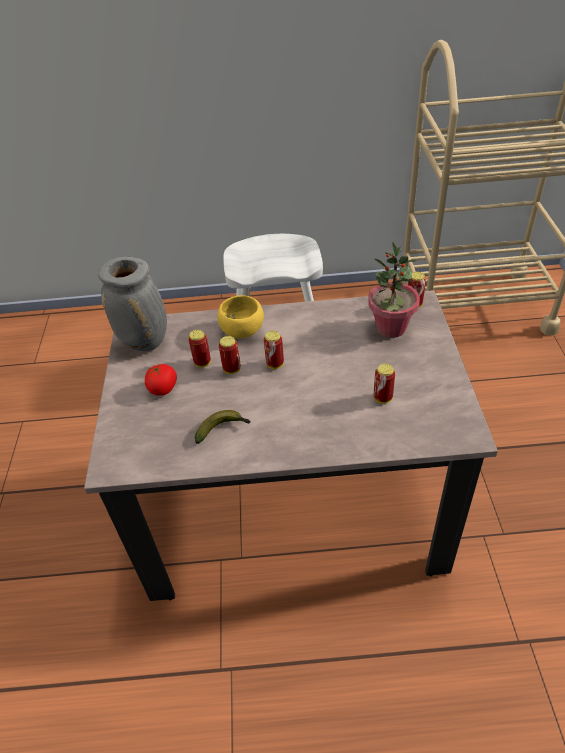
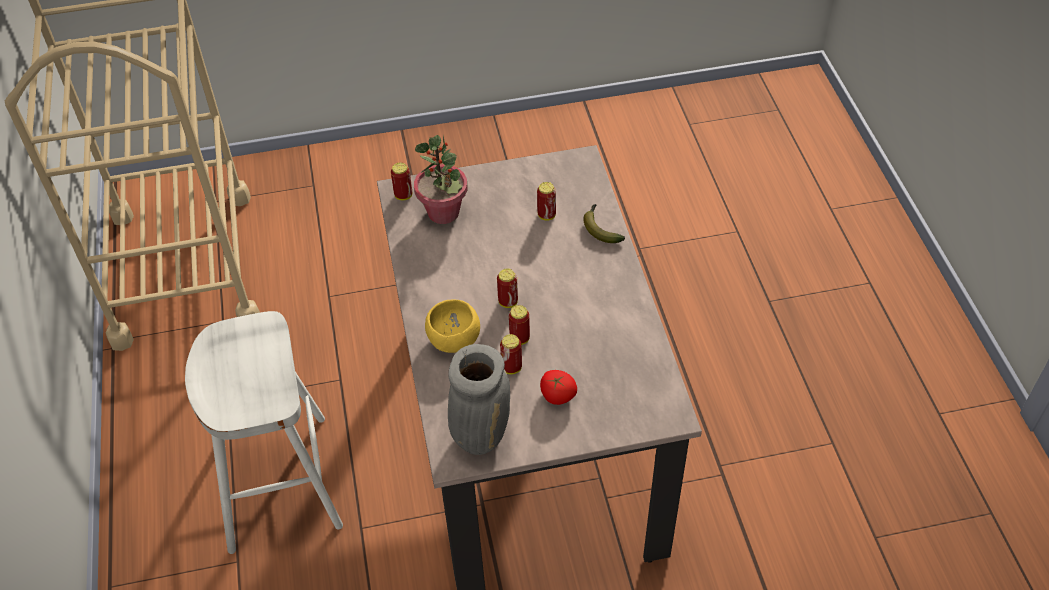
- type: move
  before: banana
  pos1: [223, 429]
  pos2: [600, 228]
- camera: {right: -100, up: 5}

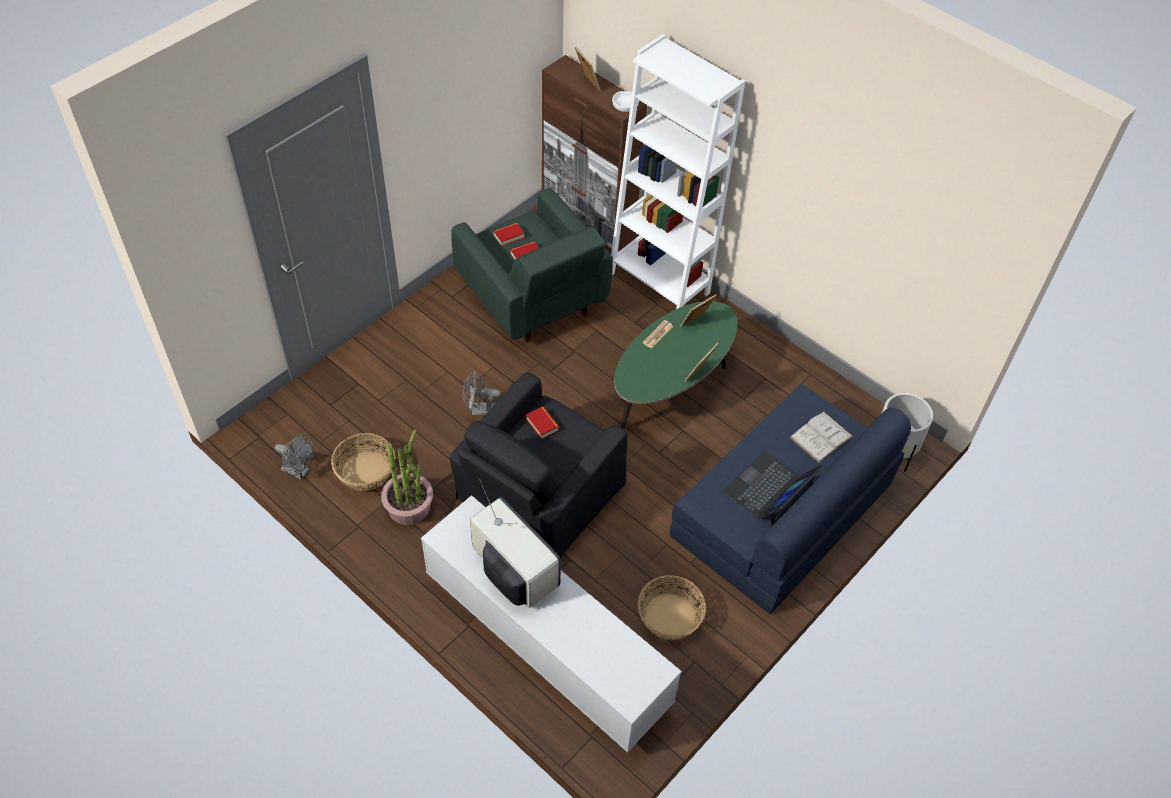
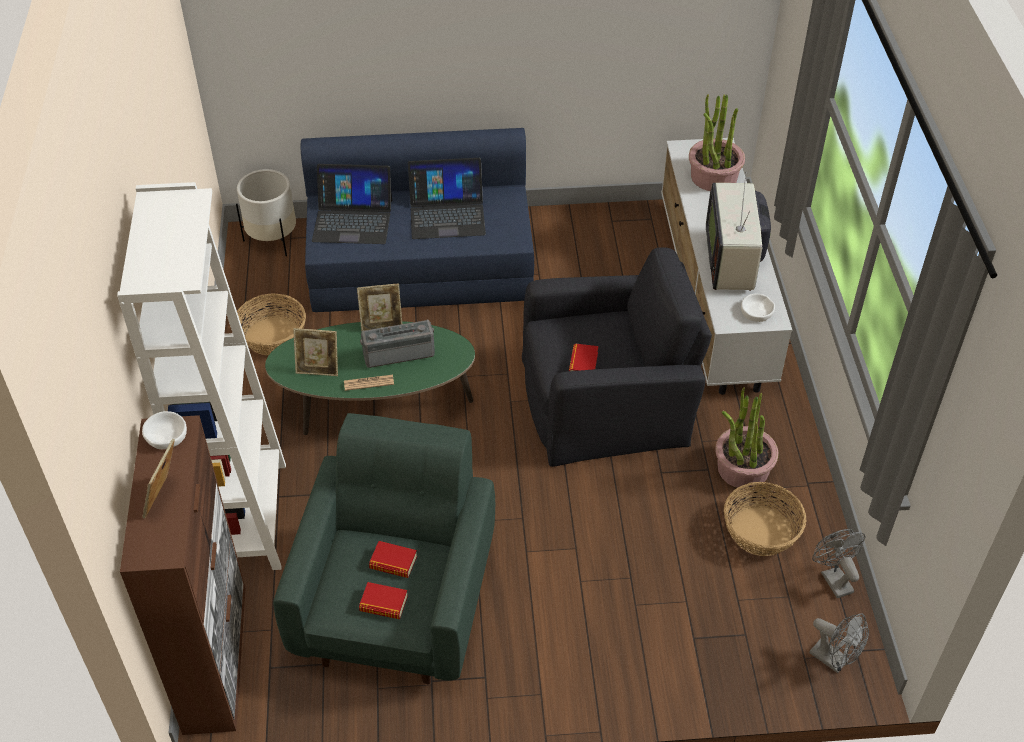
- type: insert
  after: radio
  pos2: [398, 352]
- type: insert
  after: potted plant
  pos2: [713, 177]
- type: insert
  after: bowl/white
  pos2: [757, 311]
- type: move
  before: fan/grey
  pos1: [479, 410]
  pos2: [834, 660]
- type: move
  before: basket
  pos1: [669, 616]
  pos2: [273, 336]
- type: replace
  before: book/white
  after: laptop
  pos1: [821, 437]
  pos2: [353, 220]
- camera: {right: -135, up: -5}

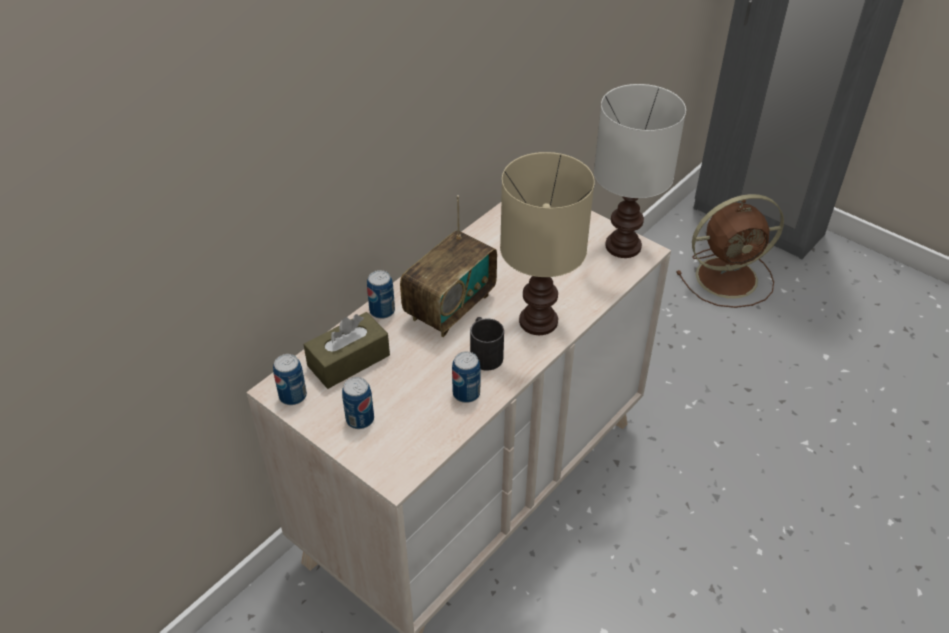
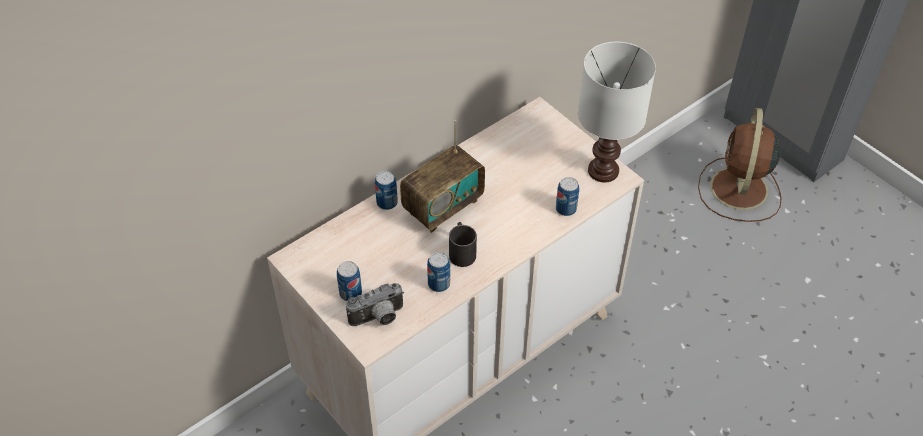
- type: delete
  before: tissue box/brown
  pos1: [348, 360]
- type: delete
  before: table lamp/beige
  pos1: [537, 320]
- type: insert
  after: photo camera
  pos2: [378, 318]
- type: move
  before: can
  pos1: [293, 396]
  pos2: [566, 209]
- type: rotate
  before: fan/brown
  pos1: [729, 277]
  pos2: [738, 190]
  turn: 105
- camera: {right: 10, up: 5}

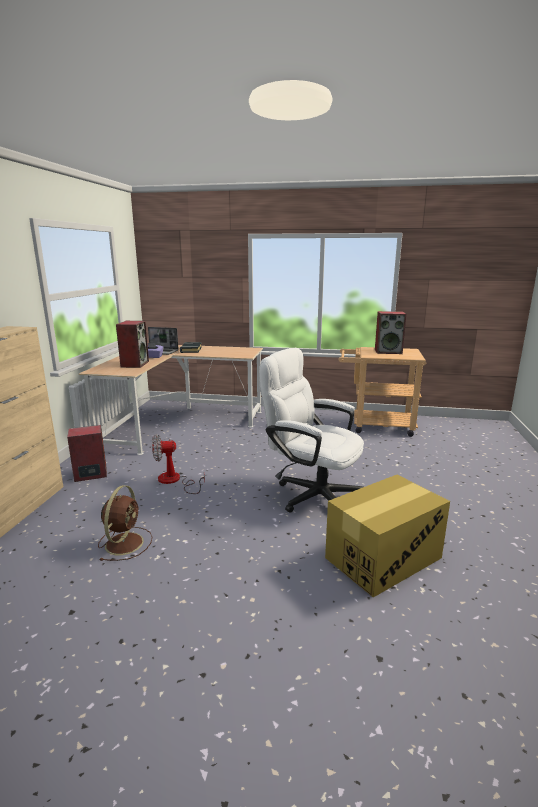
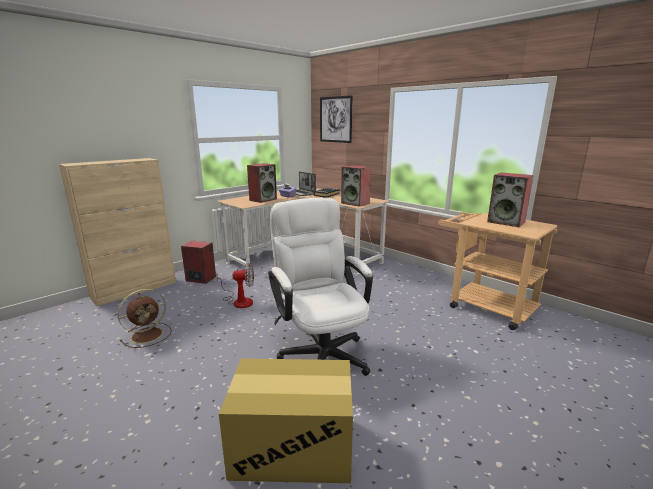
- type: insert
  after: picture
  pos2: [335, 119]
- type: insert
  after: speaker
  pos2: [355, 203]
- type: rotate
  before: fan
  pos1: [174, 481]
  pos2: [239, 301]
  turn: 150
- camera: {right: 35, up: 0}

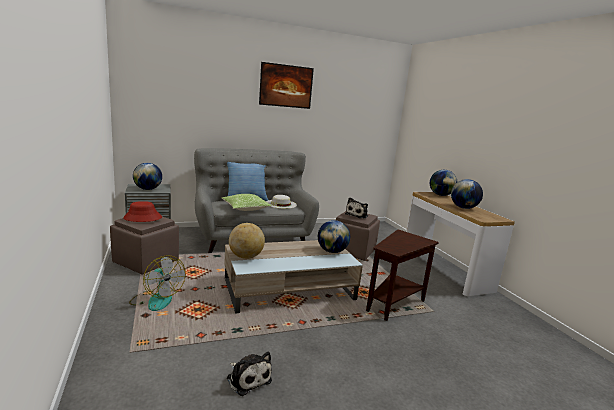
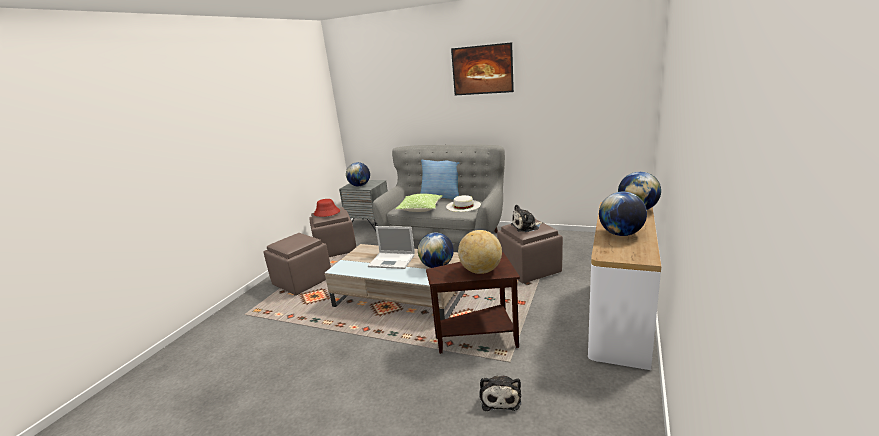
- type: insert
  after: laptop
  pos2: [393, 260]
- type: move
  before: plush toy
  pos1: [248, 378]
  pos2: [500, 397]
- type: move
  before: globe
  pos1: [246, 257]
  pos2: [481, 271]
- type: replace
  before: fan
  after: ottoman/brown
  pos1: [156, 299]
  pos2: [303, 281]
- camera: {right: 45, up: 5}

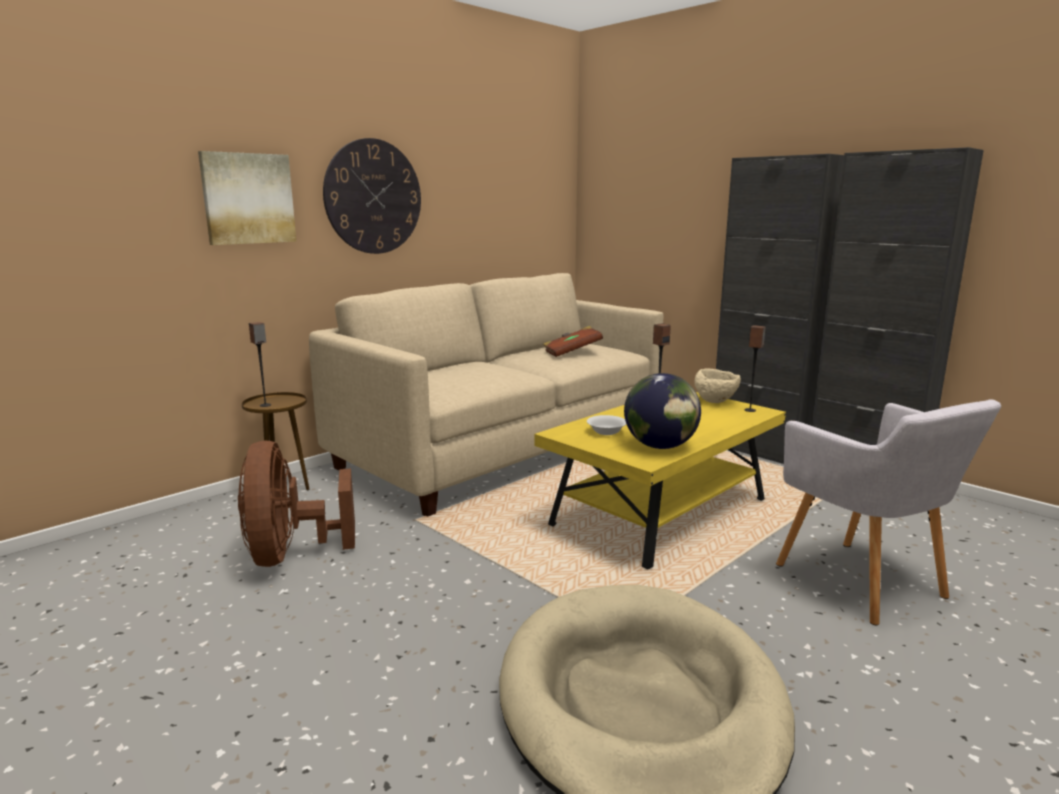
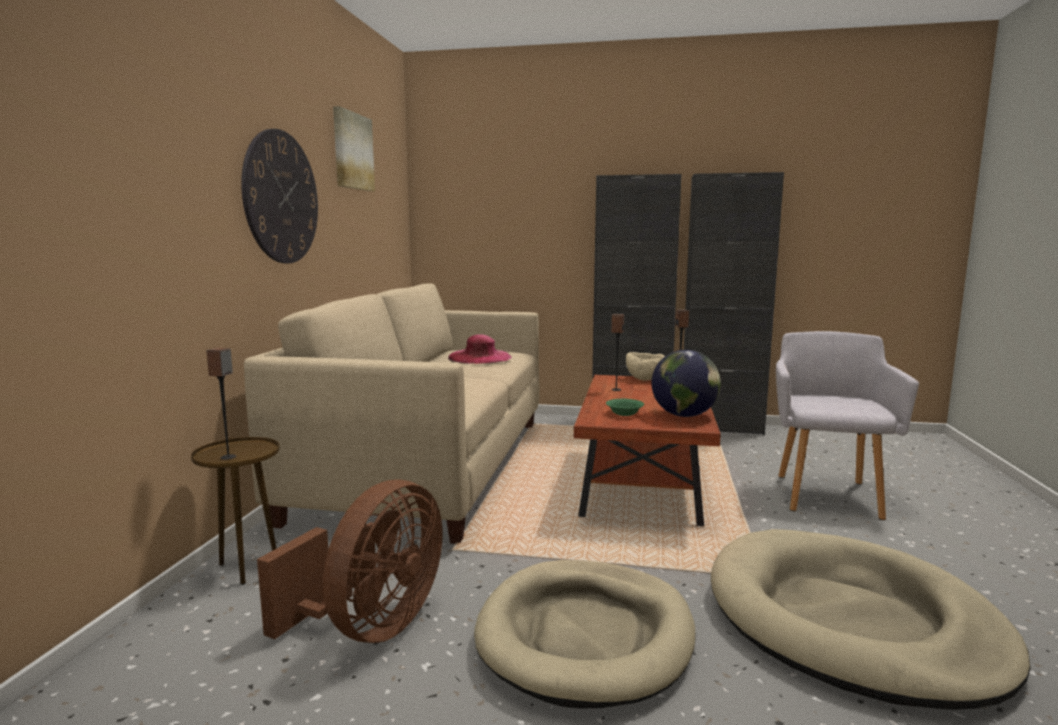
- type: insert
  after: dog bed/beige
  pos2: [586, 636]
- type: move
  before: picture
  pos1: [248, 198]
  pos2: [352, 151]
- type: replace
  before: book/brown
  after: hat/pink
  pos1: [572, 353]
  pos2: [479, 357]
- type: recolor
  before: coffee table/yellow
  after: coffee table/brown
  pos1: [660, 514]
  pos2: [642, 484]
- type: recolor
  before: bowl/white
  after: bowl/green
  pos1: [607, 432]
  pos2: [625, 413]
- type: rotate
  before: fan/brown
  pos1: [291, 554]
  pos2: [371, 627]
  turn: -105
- type: rotate
  before: armchair/grey
  pos1: [865, 584]
  pos2: [827, 493]
  turn: -105
- camera: {right: -35, up: -5}

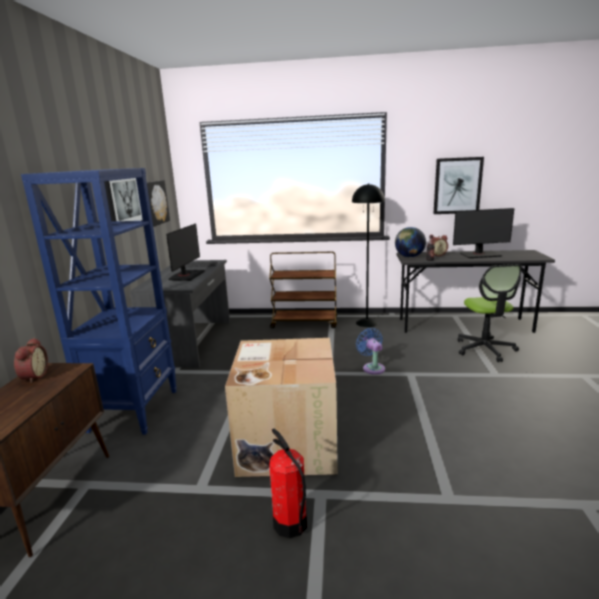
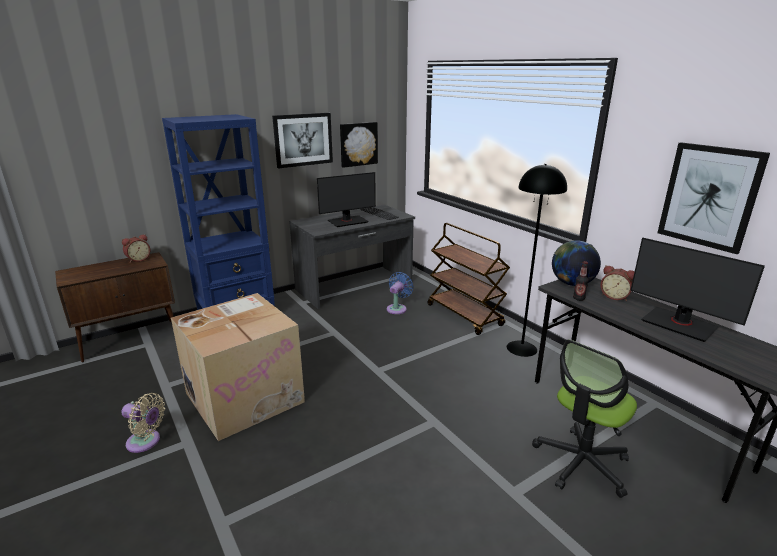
- type: move
  before: fan/blue
  pos1: [372, 367]
  pos2: [397, 308]
- type: replace
  before: fire extinguisher
  after: fan/beige
  pos1: [290, 524]
  pos2: [146, 442]
- camera: {right: 50, up: 5}

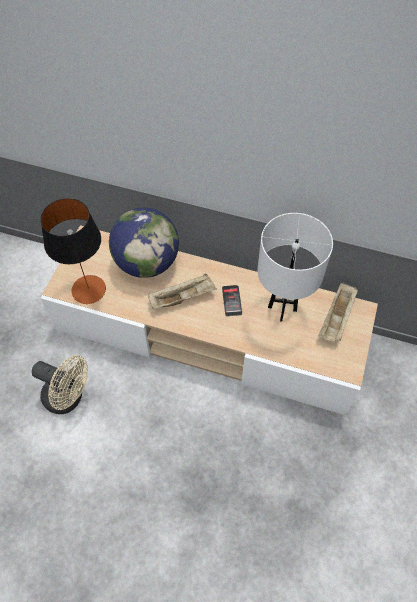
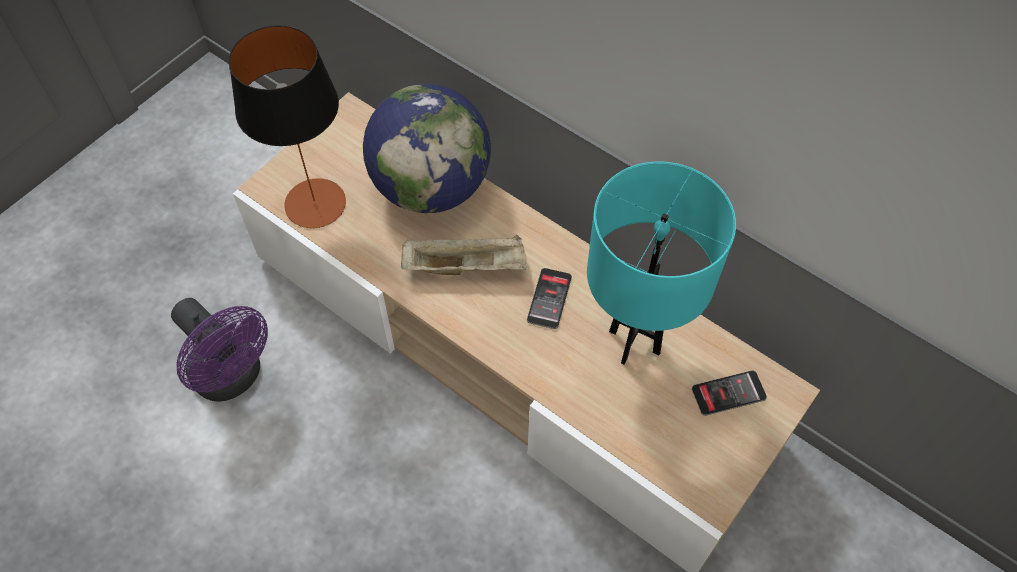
- type: replace
  before: tray/beige
  after: phone
  pos1: [336, 319]
  pos2: [728, 393]
- type: recolor
  before: fan/beige
  after: fan/purple
  pos1: [69, 398]
  pos2: [233, 377]
- type: recolor
  before: table lamp/white
  after: table lamp/turquoise
  pos1: [282, 309]
  pos2: [634, 342]
- camera: {right: 20, up: 0}

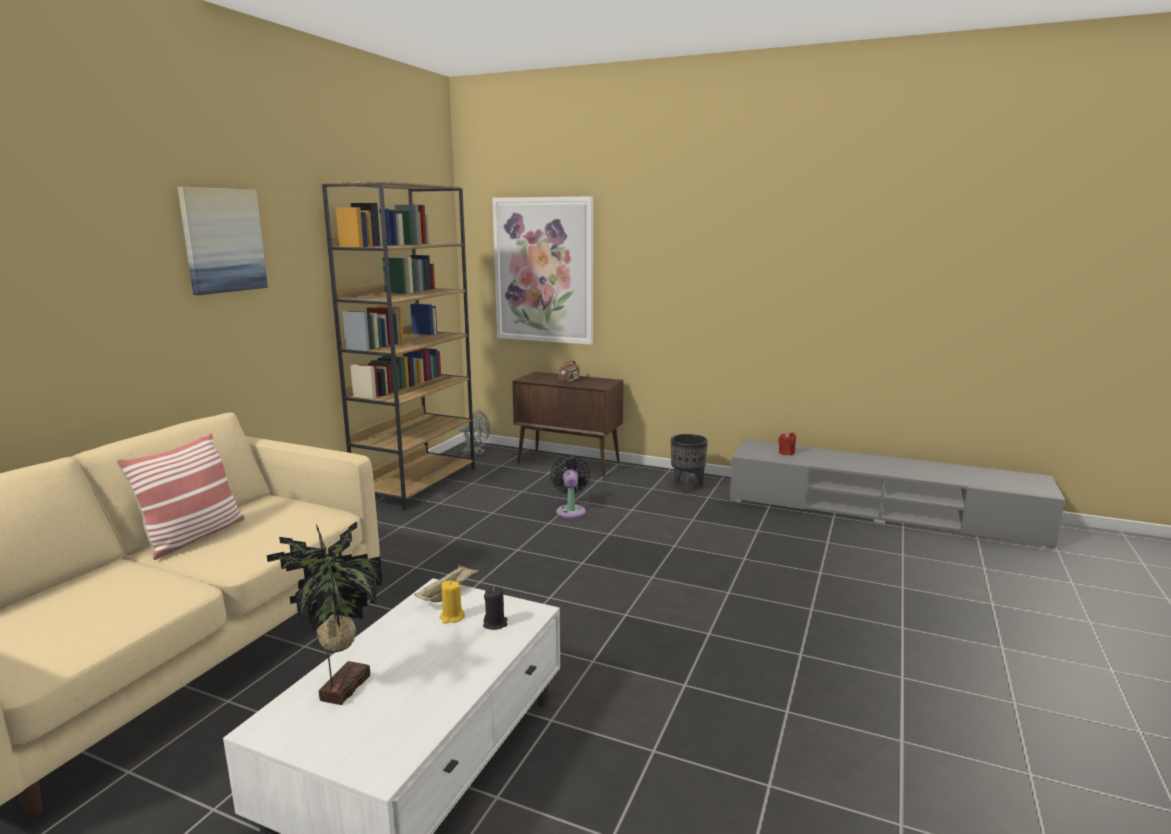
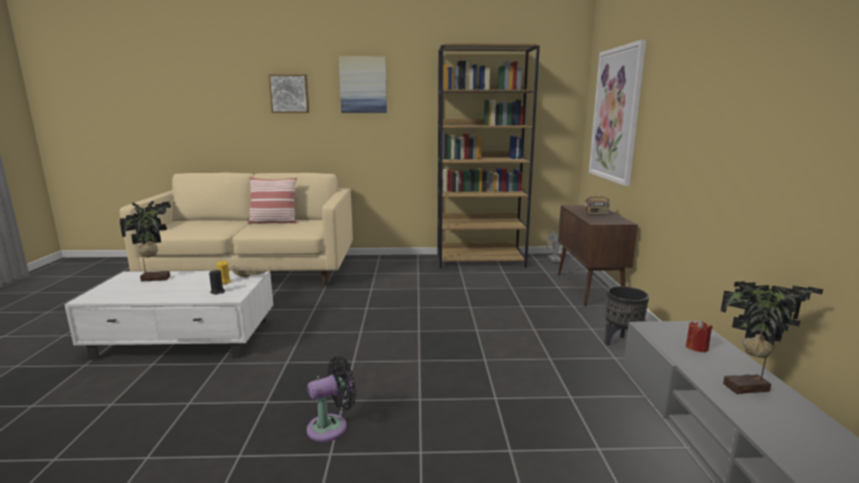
- type: insert
  after: picture
  pos2: [289, 94]
- type: insert
  after: potted plant
  pos2: [749, 389]
- type: move
  before: fan/black
  pos1: [571, 510]
  pos2: [331, 427]
- camera: {right: 65, up: 0}

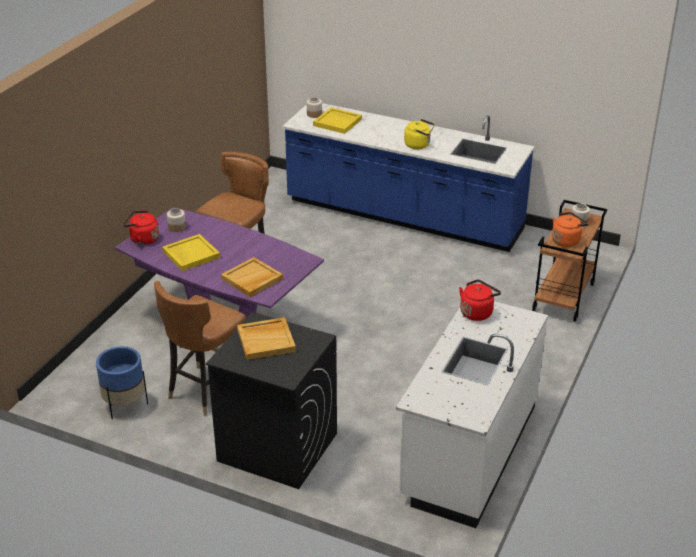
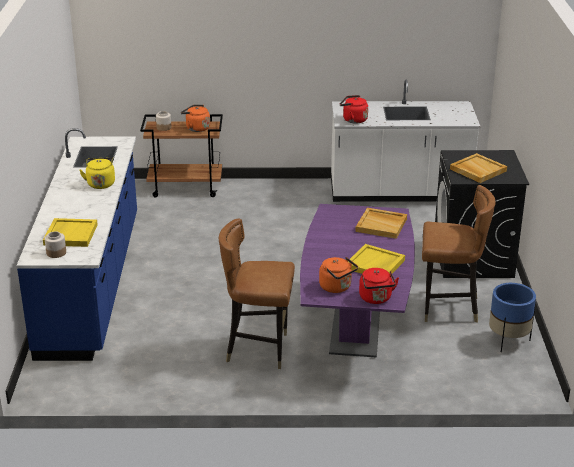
- type: replace
  before: jar
  after: kettle/orange
  pos1: [176, 227]
  pos2: [337, 287]
- camera: {right: -115, up: -5}

